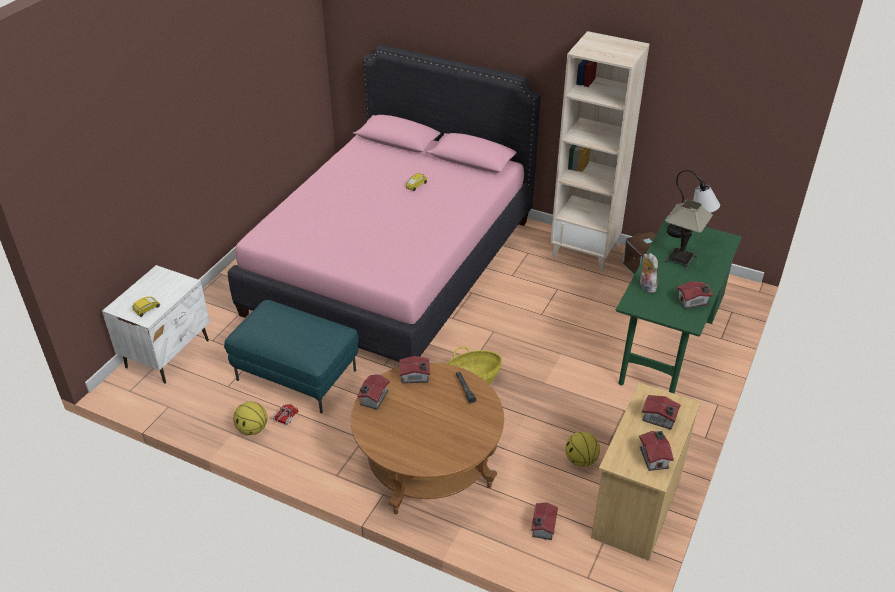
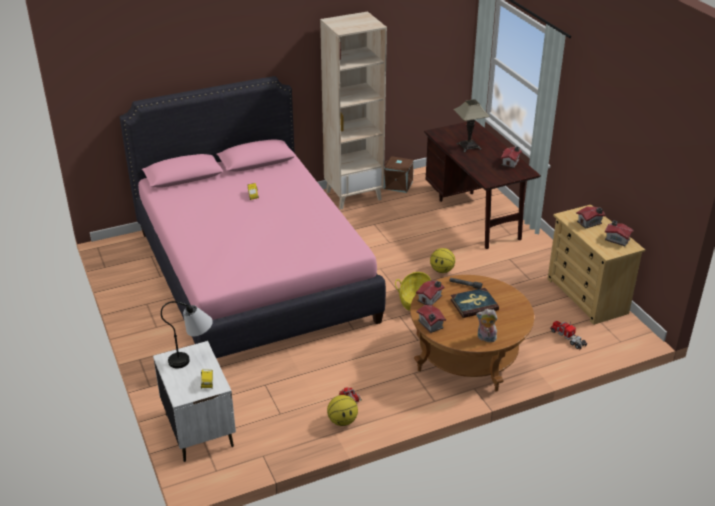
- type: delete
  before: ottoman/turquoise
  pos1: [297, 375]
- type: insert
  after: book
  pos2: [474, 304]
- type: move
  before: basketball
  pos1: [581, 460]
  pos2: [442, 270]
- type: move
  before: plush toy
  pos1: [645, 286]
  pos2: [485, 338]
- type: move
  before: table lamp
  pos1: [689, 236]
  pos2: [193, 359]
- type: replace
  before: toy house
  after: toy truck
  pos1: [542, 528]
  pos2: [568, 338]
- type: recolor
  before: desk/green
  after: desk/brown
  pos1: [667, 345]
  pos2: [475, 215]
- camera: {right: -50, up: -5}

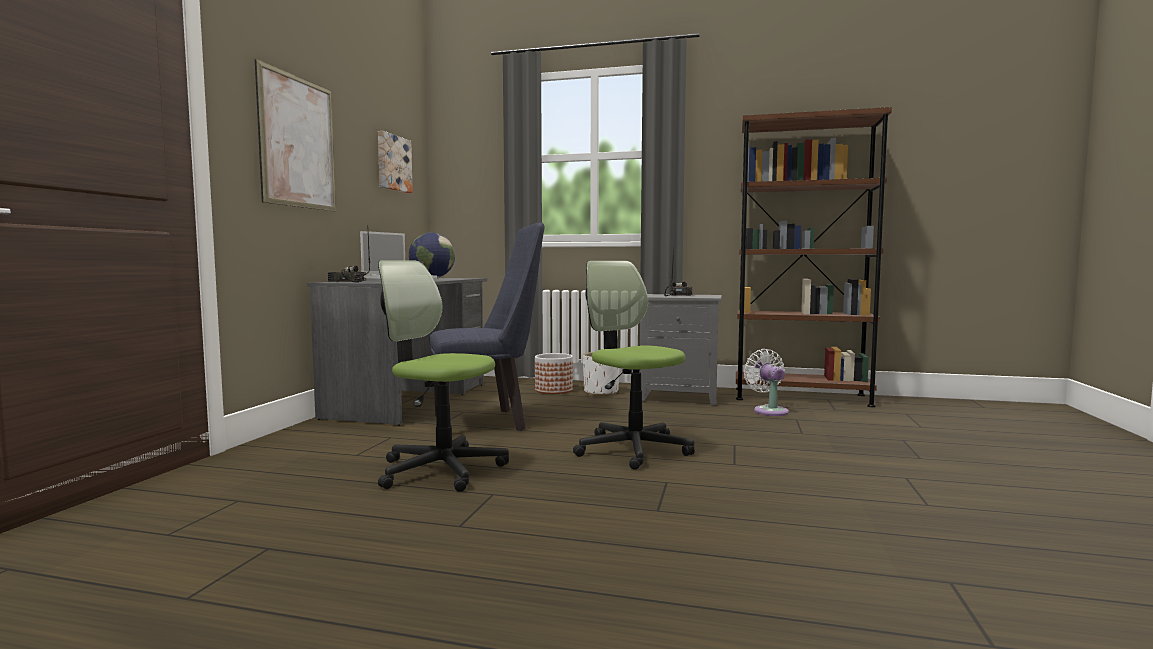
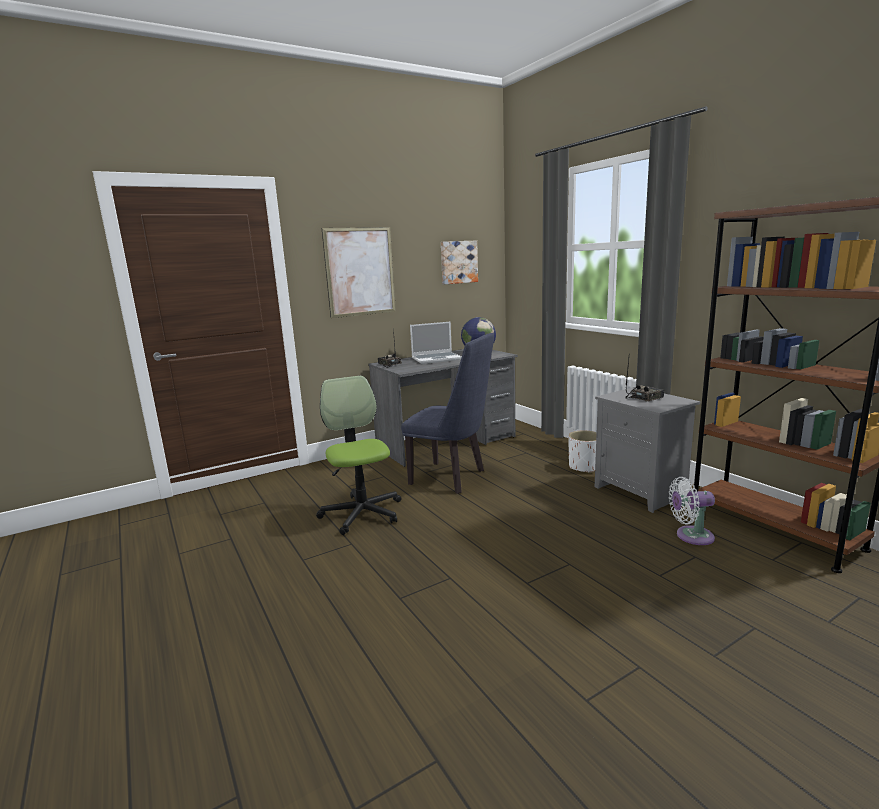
- type: delete
  before: planter
  pos1: [553, 390]
- type: delete
  before: office chair
  pos1: [633, 449]
- type: rotate
  before: fan/white
  pos1: [768, 411]
  pos2: [690, 536]
  turn: -120
- camera: {right: 45, up: 10}

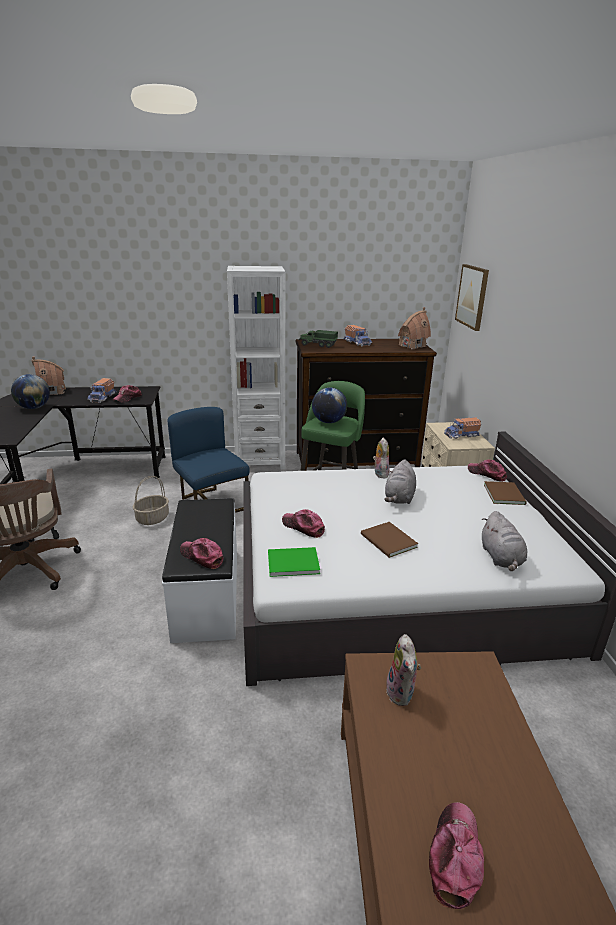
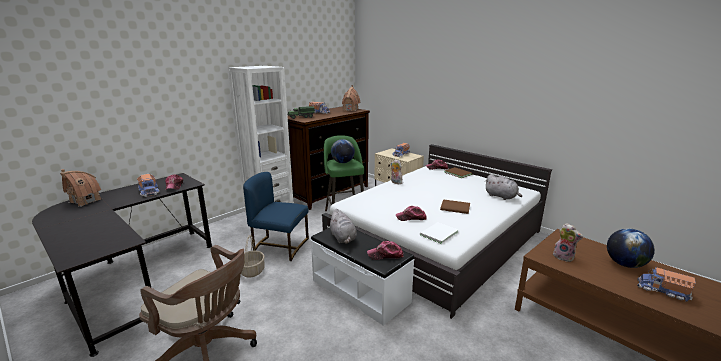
- type: delete
  before: picture
  pos1: [472, 296]
- type: move
  before: globe
  pos1: [34, 408]
  pos2: [625, 264]
- type: move
  before: plush toy/grey
  pos1: [399, 498]
  pos2: [343, 238]
- type: replace
  before: cap
  after: toy truck
  pos1: [454, 857]
  pos2: [663, 291]
- type: recolor
  before: book/green
  after: book/white
  pos1: [291, 562]
  pos2: [437, 234]
- camera: {right: -40, up: -5}

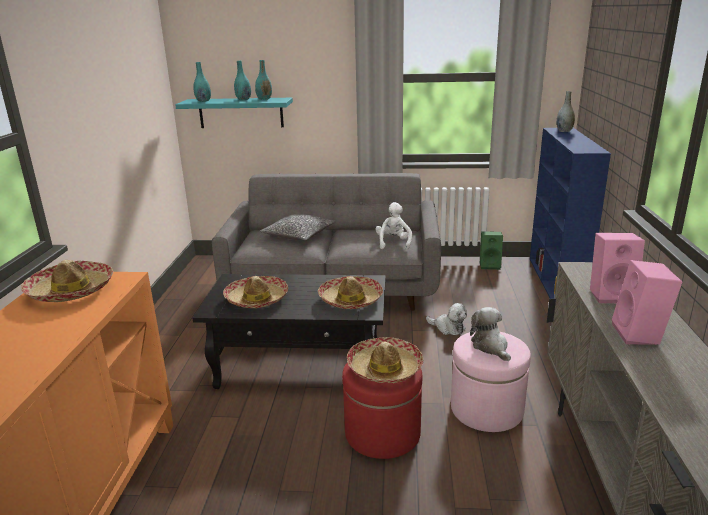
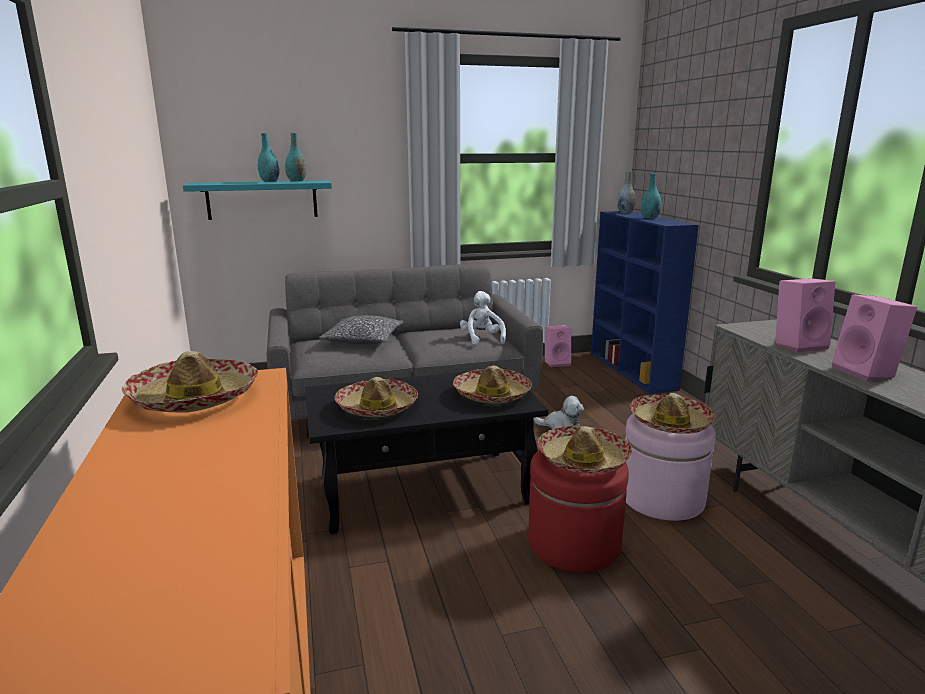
- type: move
  before: vase/turquoise
  pos1: [203, 101]
  pos2: [650, 217]
- type: replace
  before: plush toy
  after: hat
  pos1: [490, 346]
  pos2: [670, 423]
- type: recolor
  before: speaker/green
  after: speaker/pink
  pos1: [490, 265]
  pos2: [557, 363]
- camera: {right: -20, up: -5}

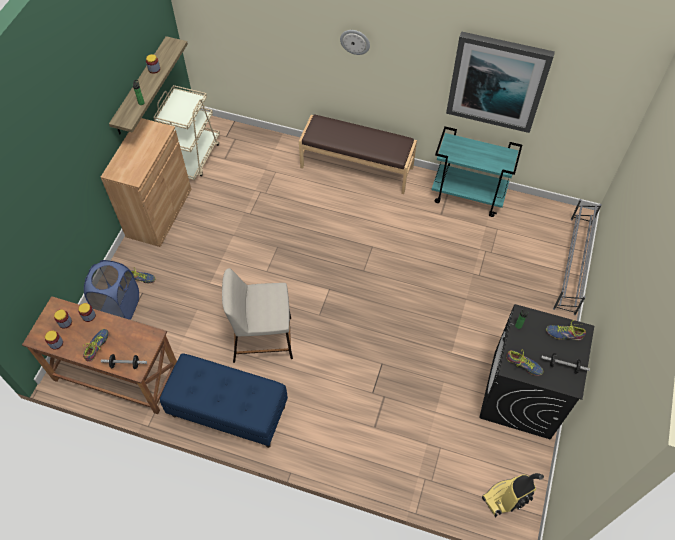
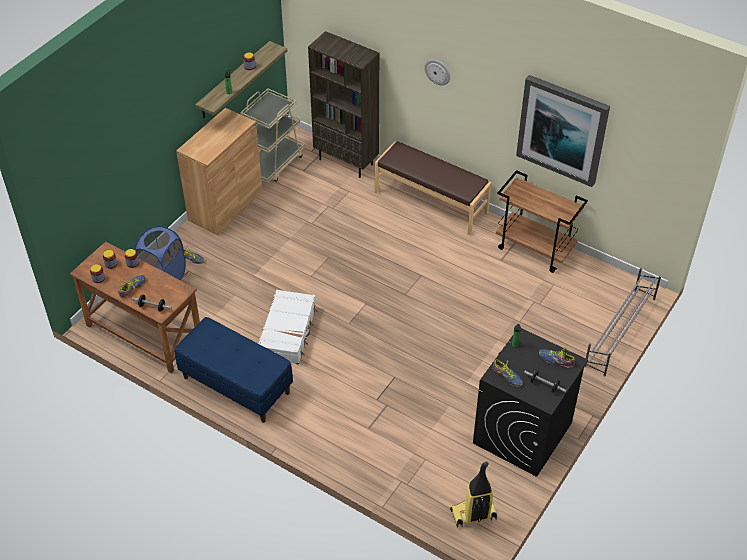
- type: insert
  after: bookcase/brown
  pos2: [346, 161]
- type: replace
  before: stool/beige
  after: suitcase/white
  pos1: [263, 339]
  pos2: [288, 332]
- type: recolor
  before: cart/turquoise
  after: cart/brown
  pos1: [468, 195]
  pos2: [535, 249]
- camera: {right: 15, up: -10}

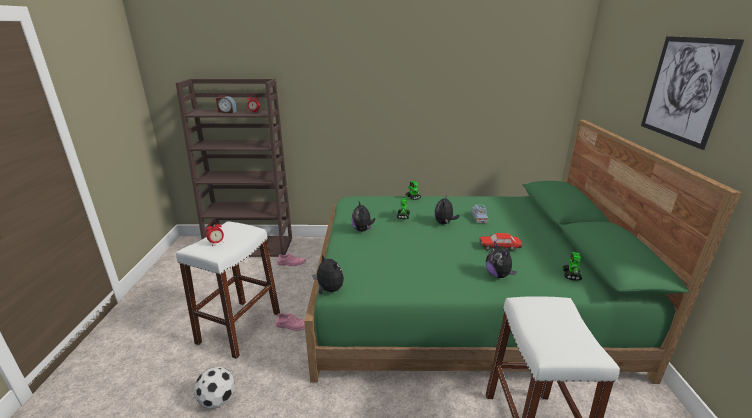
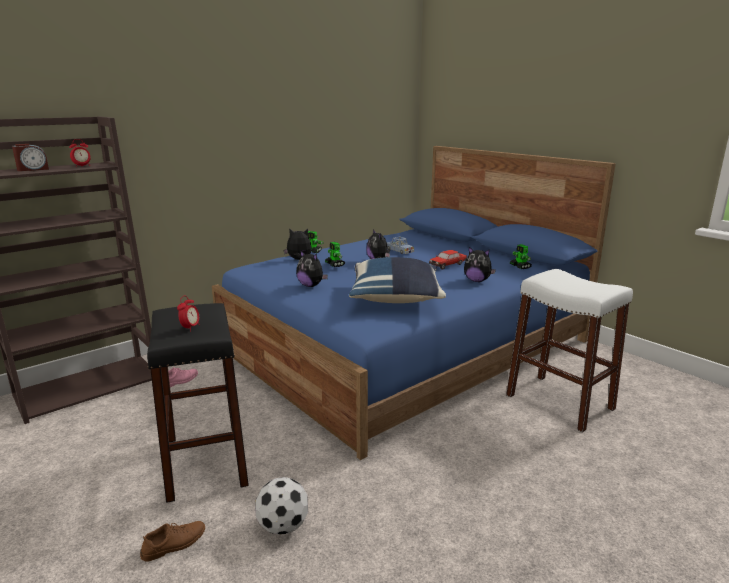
- type: delete
  before: shoe/pink
  pos1: [292, 325]
- type: delete
  before: picture
  pos1: [685, 89]
- type: insert
  after: shoe/brown
  pos2: [174, 544]
- type: insert
  after: pillow/blue
  pos2: [396, 299]
- type: move
  before: plush toy
  pos1: [329, 290]
  pos2: [299, 260]
- type: recolor
  before: stool/white
  after: stool/black
  pos1: [239, 327]
  pos2: [206, 461]
- type: recolor
  before: bed/green
  after: bed/blue
  pos1: [461, 302]
  pos2: [408, 345]
- camera: {right: -40, up: -5}

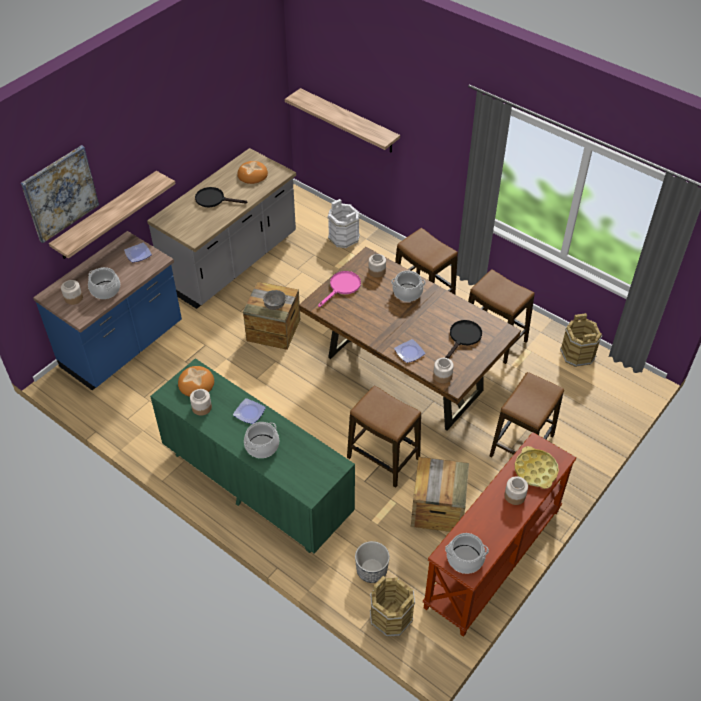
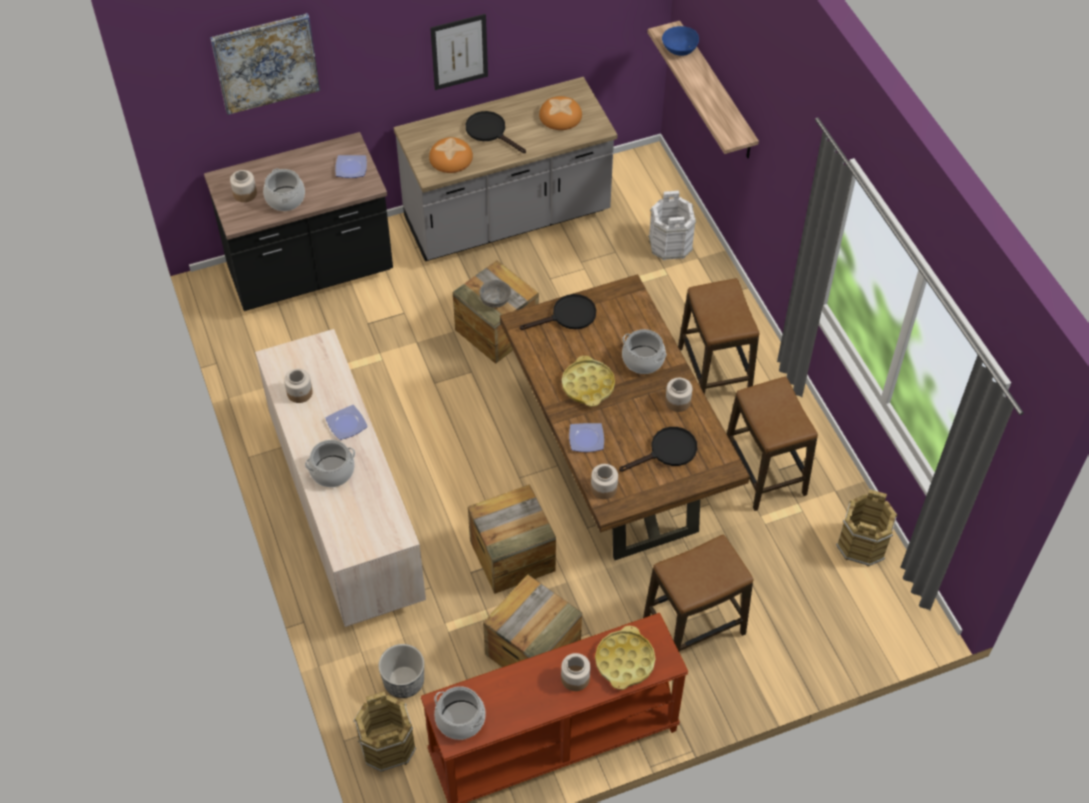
- type: delete
  before: shelf
  pos1: [107, 216]
- type: insert
  after: picture
  pos2: [459, 51]
- type: insert
  after: tray/yellow
  pos2: [588, 385]
- type: insert
  after: bowl/blue
  pos2: [679, 49]
- type: move
  before: bread
  pos1: [196, 383]
  pos2: [450, 158]
- type: move
  before: jar
  pos1: [376, 271]
  pos2: [677, 401]
- type: replace
  before: stool
  after: crate
  pos1: [383, 458]
  pos2: [512, 556]
- type: recolor
  before: counter/blue
  after: counter/black
  pos1: [123, 347]
  pos2: [311, 273]
- type: recolor
  before: dresser/green
  after: dresser/beige
  pos1: [256, 485]
  pos2: [346, 514]
- type: recolor
  before: frying pan/pink
  after: frying pan/black
  pos1: [342, 287]
  pos2: [568, 316]
- camera: {right: 30, up: 5}

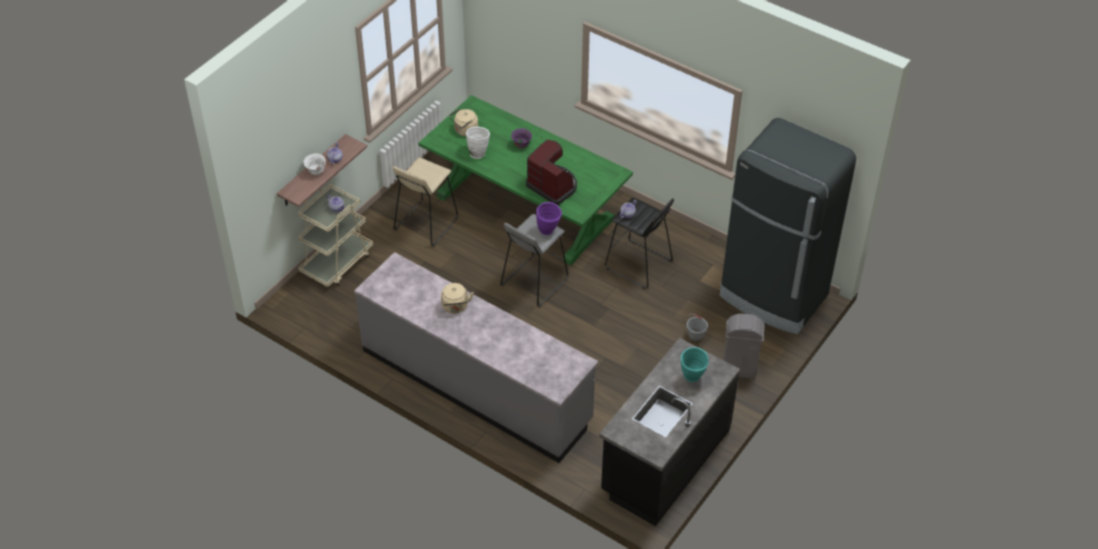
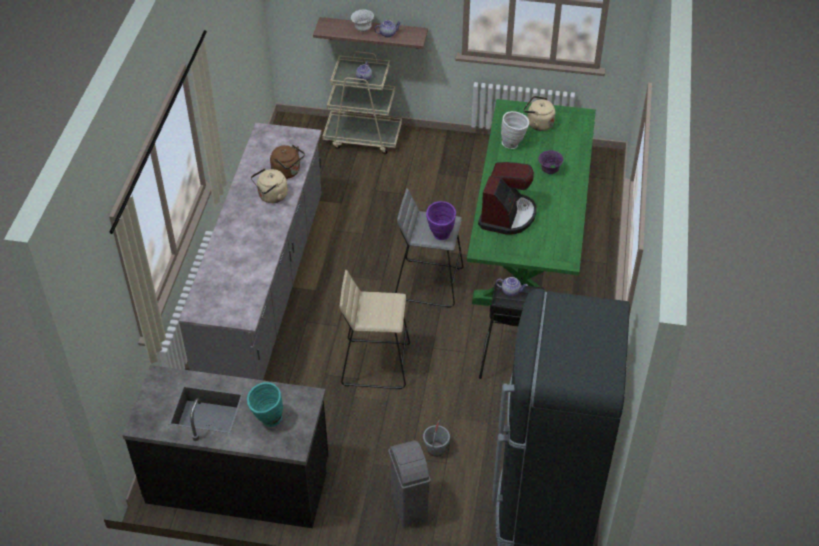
- type: insert
  after: kettle/brown
  pos2: [288, 172]
- type: move
  before: stool/beige
  pos1: [425, 224]
  pos2: [375, 363]
- camera: {right: 65, up: 0}

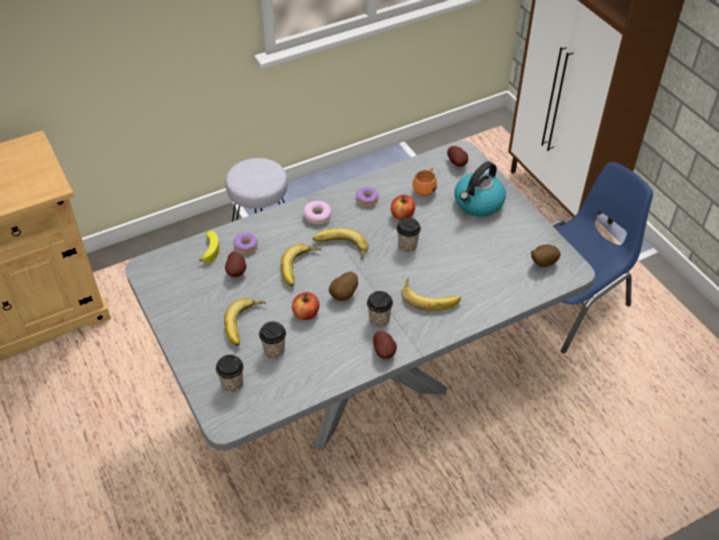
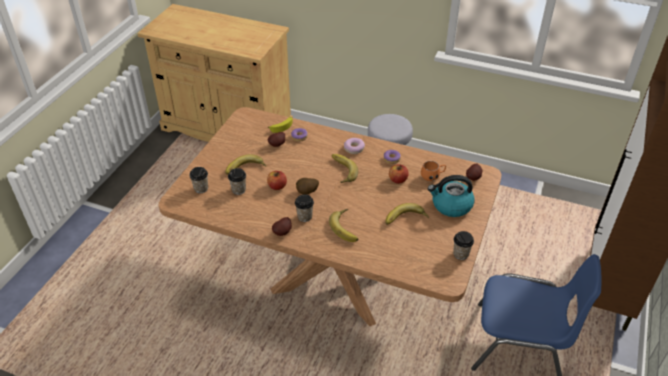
- type: delete
  before: potato
  pos1: [542, 263]
- type: move
  before: banana
  pos1: [301, 268]
  pos2: [406, 219]
- type: move
  before: cup
  pos1: [407, 246]
  pos2: [461, 254]
- type: recolor
  before: dining table/grey
  after: dining table/brown
  pos1: [359, 385]
  pos2: [333, 282]
- camera: {right: 50, up: -5}

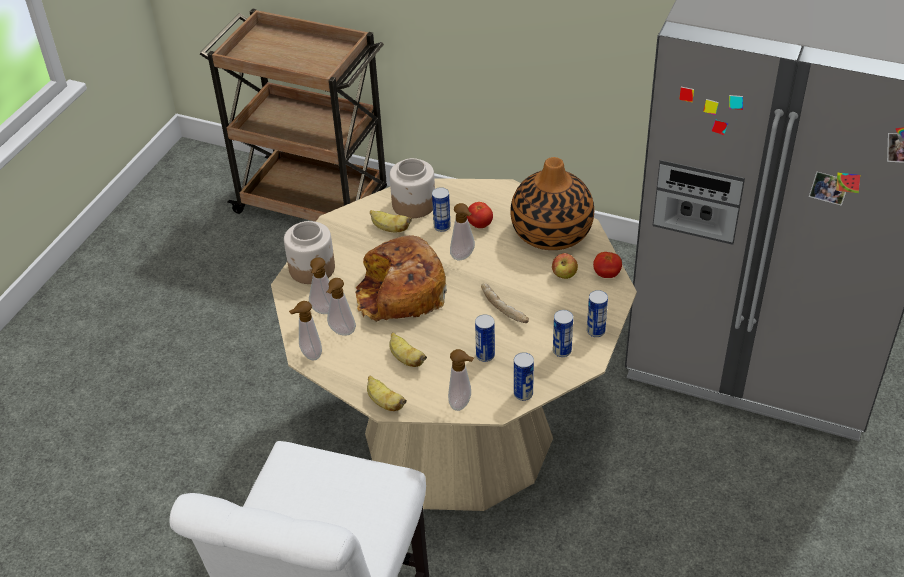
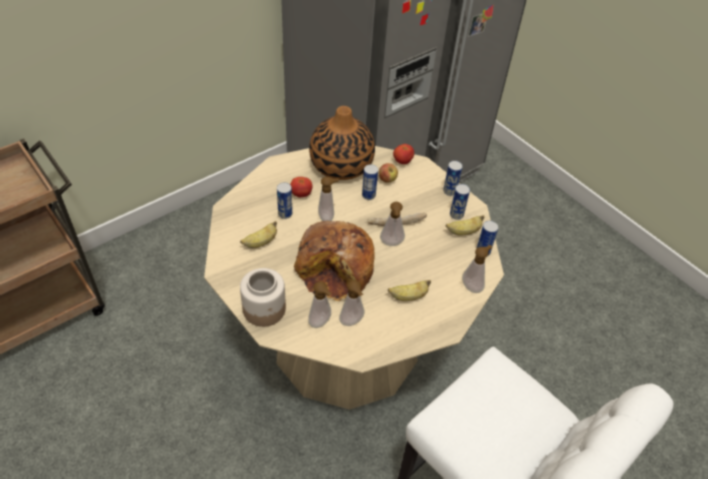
- type: delete
  before: jar
  pos1: [414, 204]
- type: move
  before: soap dispenser
  pos1: [309, 355]
  pos2: [391, 244]
- type: move
  before: banana
  pos1: [384, 402]
  pos2: [463, 232]
- type: move
  before: can
  pos1: [485, 355]
  pos2: [368, 195]
- camera: {right: -65, up: 5}

